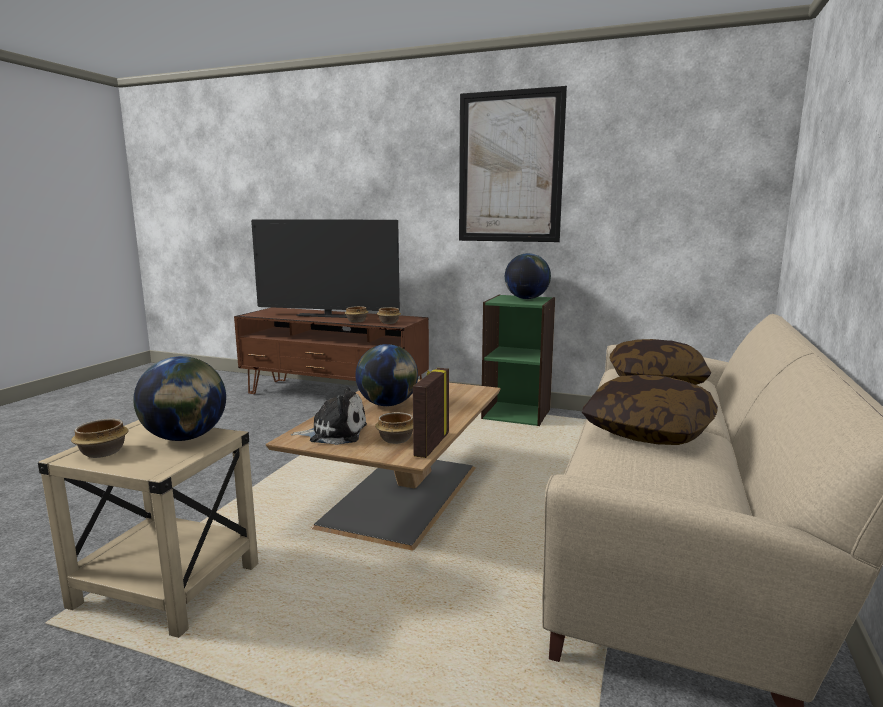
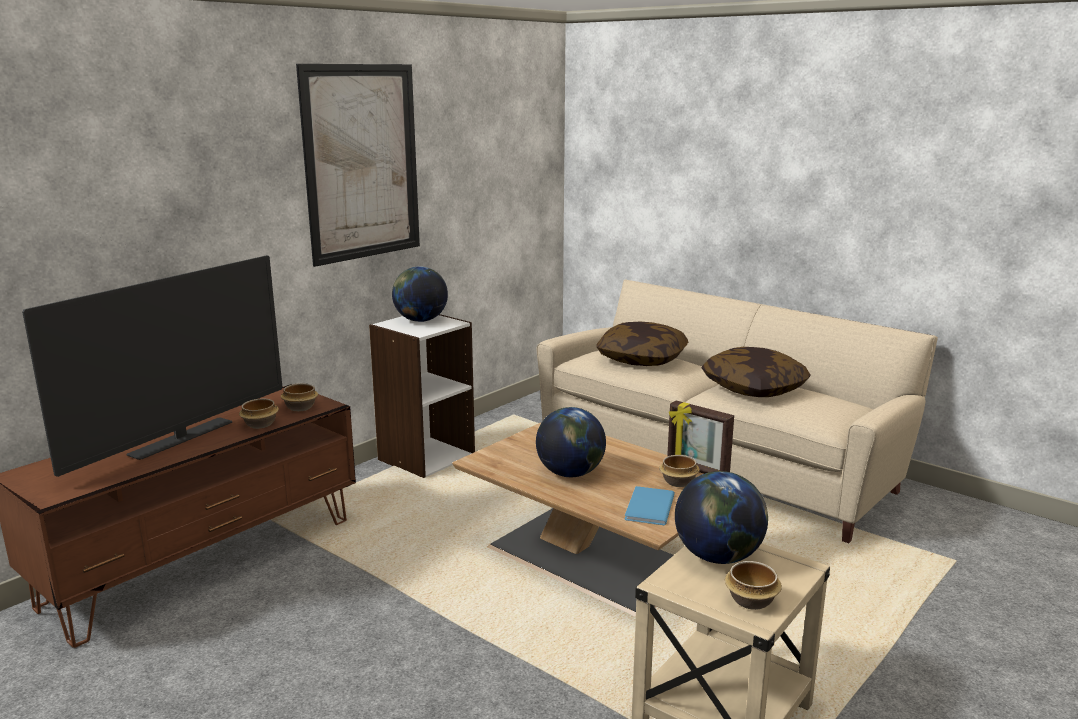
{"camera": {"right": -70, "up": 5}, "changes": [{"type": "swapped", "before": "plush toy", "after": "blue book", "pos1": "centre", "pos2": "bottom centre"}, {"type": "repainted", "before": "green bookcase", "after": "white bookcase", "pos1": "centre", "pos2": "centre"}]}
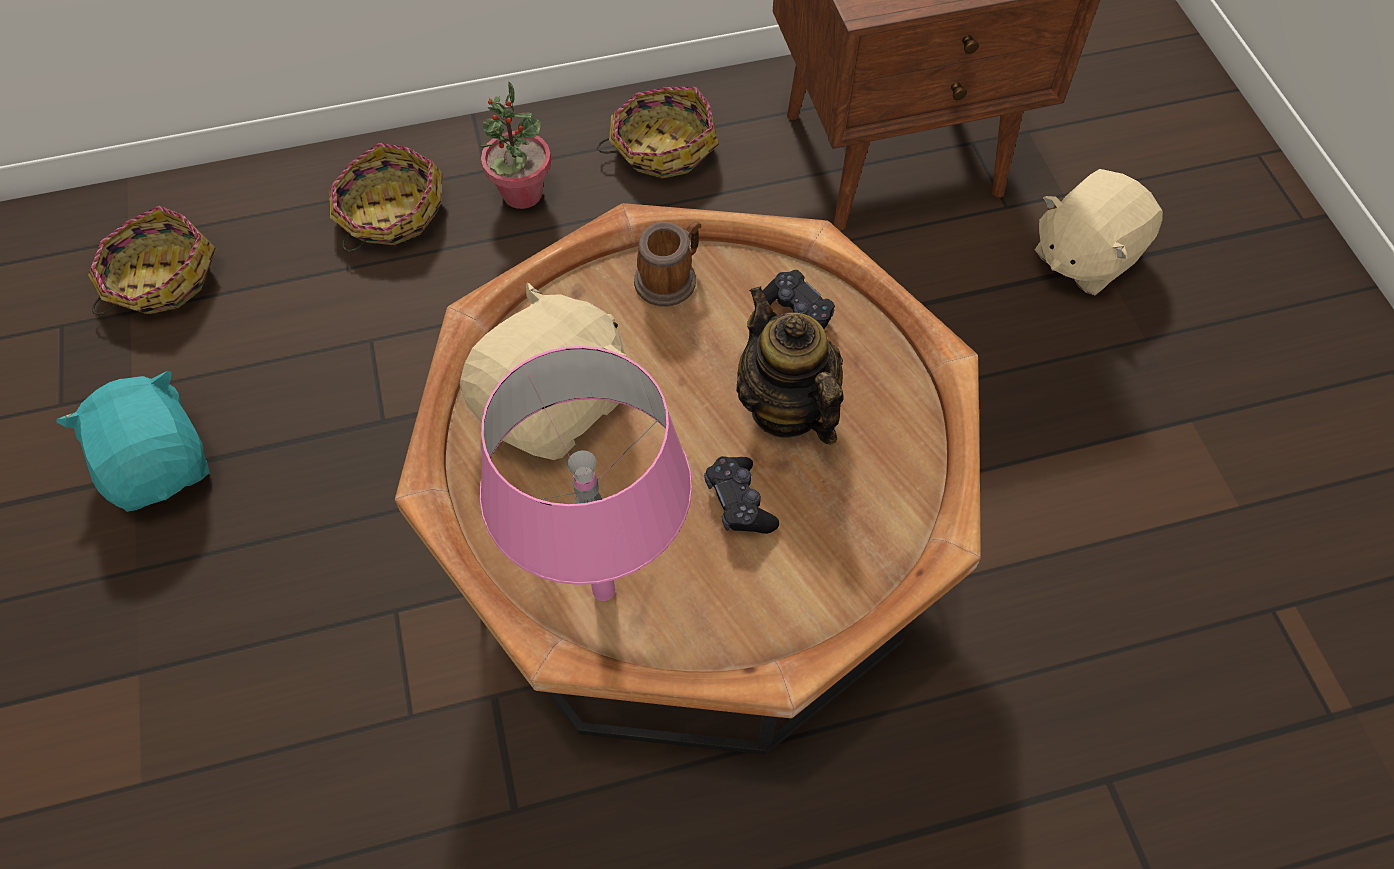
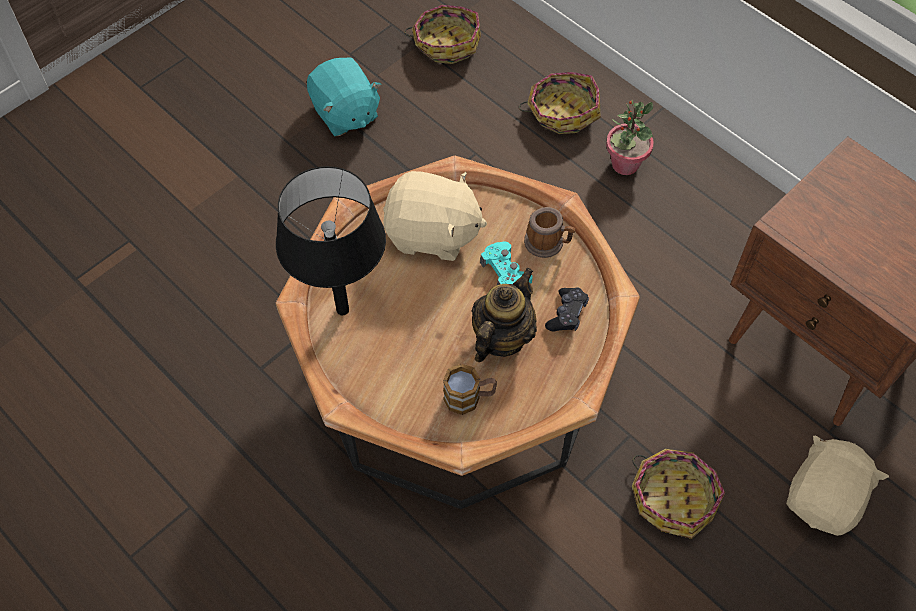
{"camera": {"right": 60, "up": 0}, "changes": [{"type": "gone", "before": "black game controller (no. 1 from left)", "pos1": "centre"}, {"type": "new", "after": "mug (no. 1 from left)", "pos2": "centre"}, {"type": "new", "after": "turquoise game controller", "pos2": "centre"}, {"type": "shifted", "before": "basket (no. 3 from left)", "pos1": "top centre", "pos2": "bottom right"}, {"type": "repainted", "before": "pink table lamp", "after": "black table lamp", "pos1": "centre", "pos2": "centre"}, {"type": "rotated", "before": "turquoise plush toy", "pos1": "middle left", "pos2": "top centre", "turn": 120}, {"type": "rotated", "before": "beige plush toy (no. 2 from left)", "pos1": "top right", "pos2": "bottom right", "turn": 105}]}
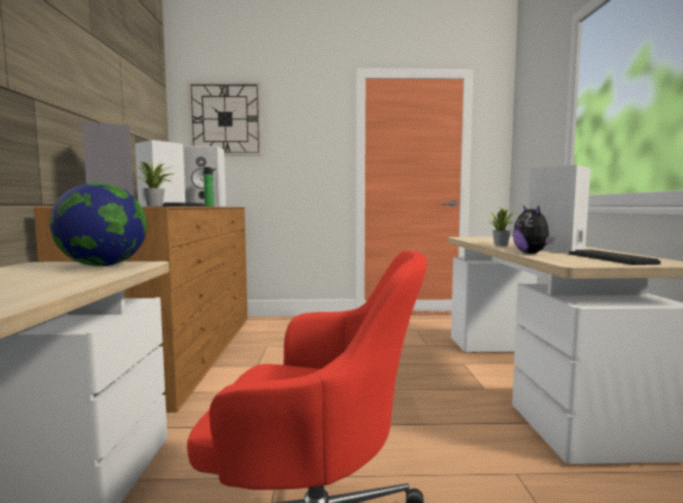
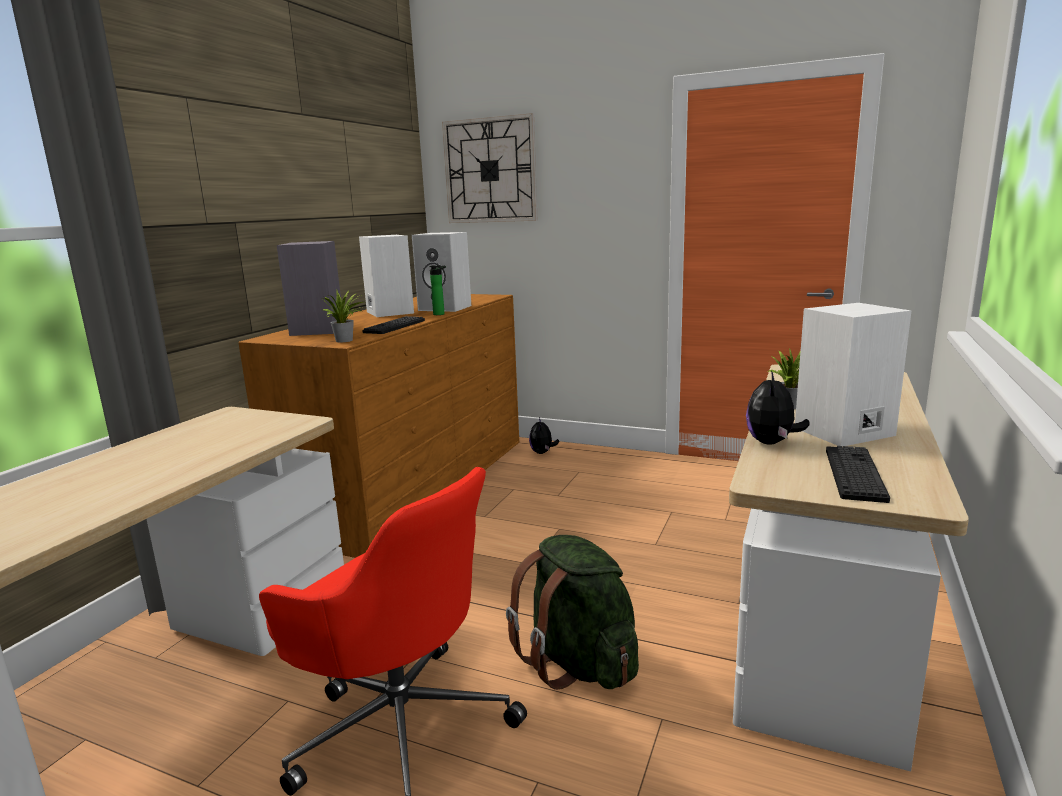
{"camera": {"right": 25, "up": 10}, "changes": [{"type": "gone", "before": "globe", "pos1": "middle left"}, {"type": "new", "after": "green backpack", "pos2": "bottom centre"}, {"type": "new", "after": "plush toy (no. 1 from left)", "pos2": "centre"}]}
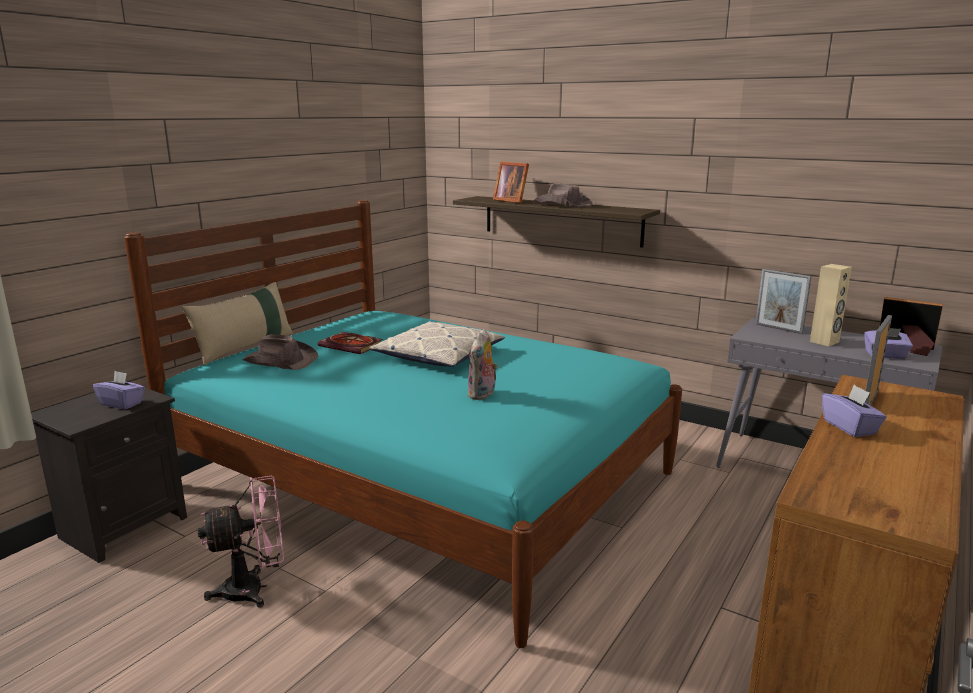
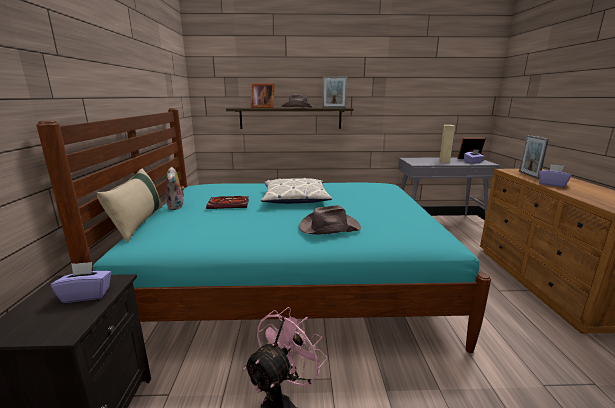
{"camera": {"right": -35, "up": 0}, "changes": [{"type": "shifted", "before": "brown hat (no. 1 from left in the first image)", "after": "brown hat (no. 2 from left)", "pos1": "middle left", "pos2": "centre"}, {"type": "shifted", "before": "plush toy", "pos1": "centre", "pos2": "middle left"}, {"type": "shifted", "before": "picture frame (no. 2 from left)", "pos1": "middle right", "pos2": "top centre"}]}
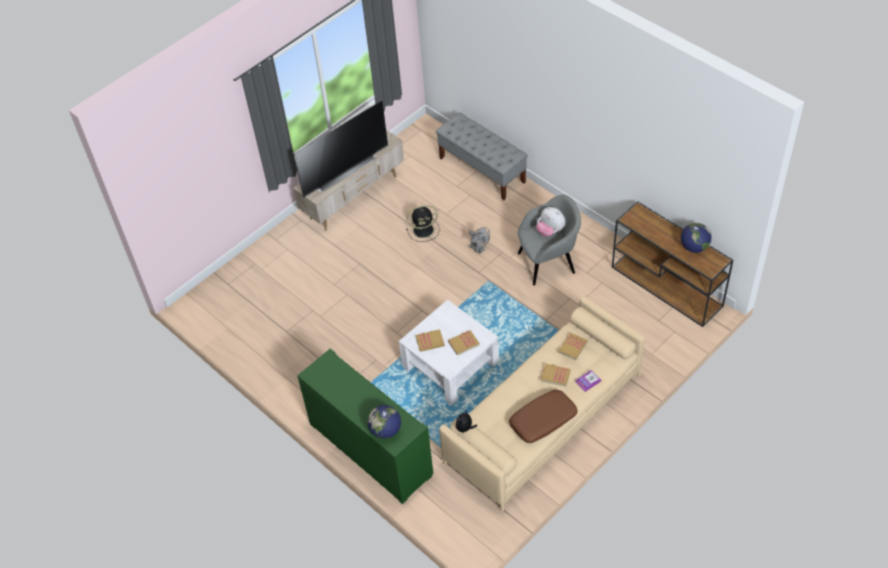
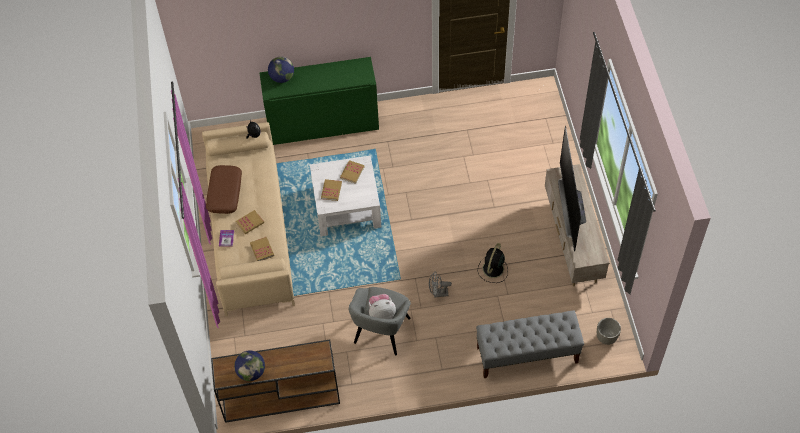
{"camera": {"right": 125, "up": 5}, "changes": [{"type": "new", "after": "grey planter", "pos2": "bottom right"}]}
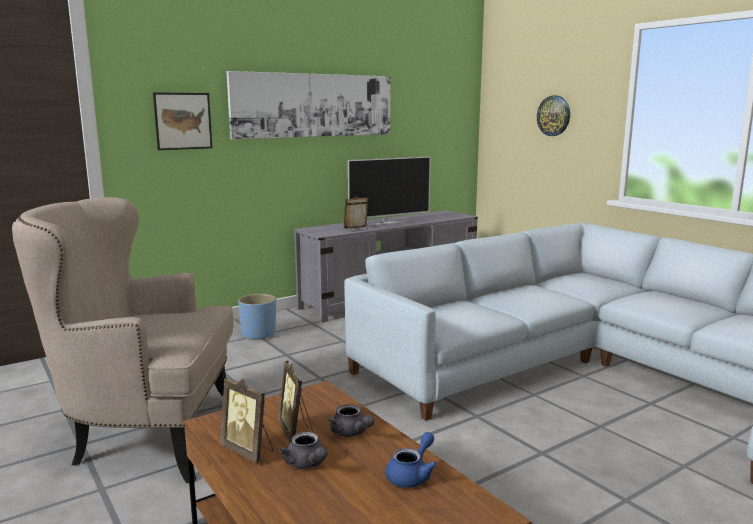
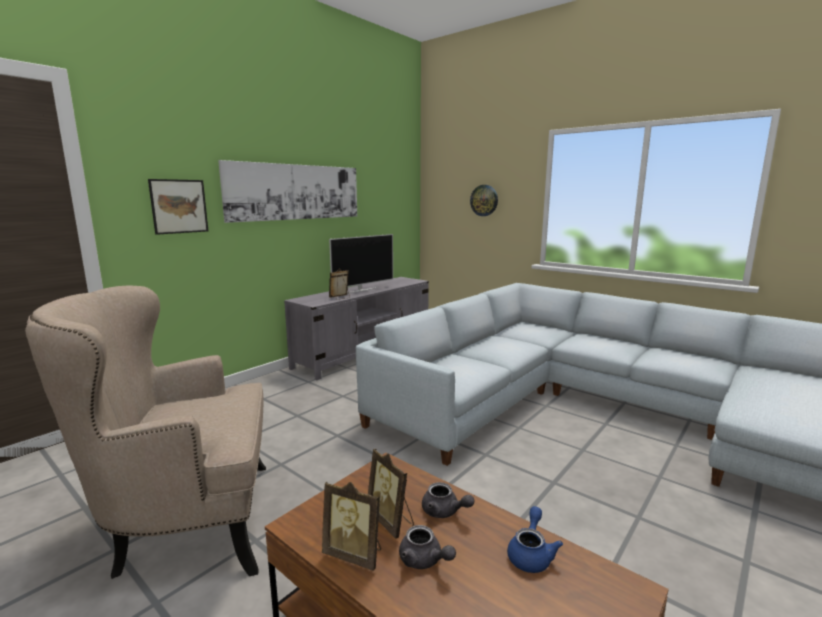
{"camera": {"right": -15, "up": 0}, "changes": [{"type": "gone", "before": "blue planter", "pos1": "centre"}]}
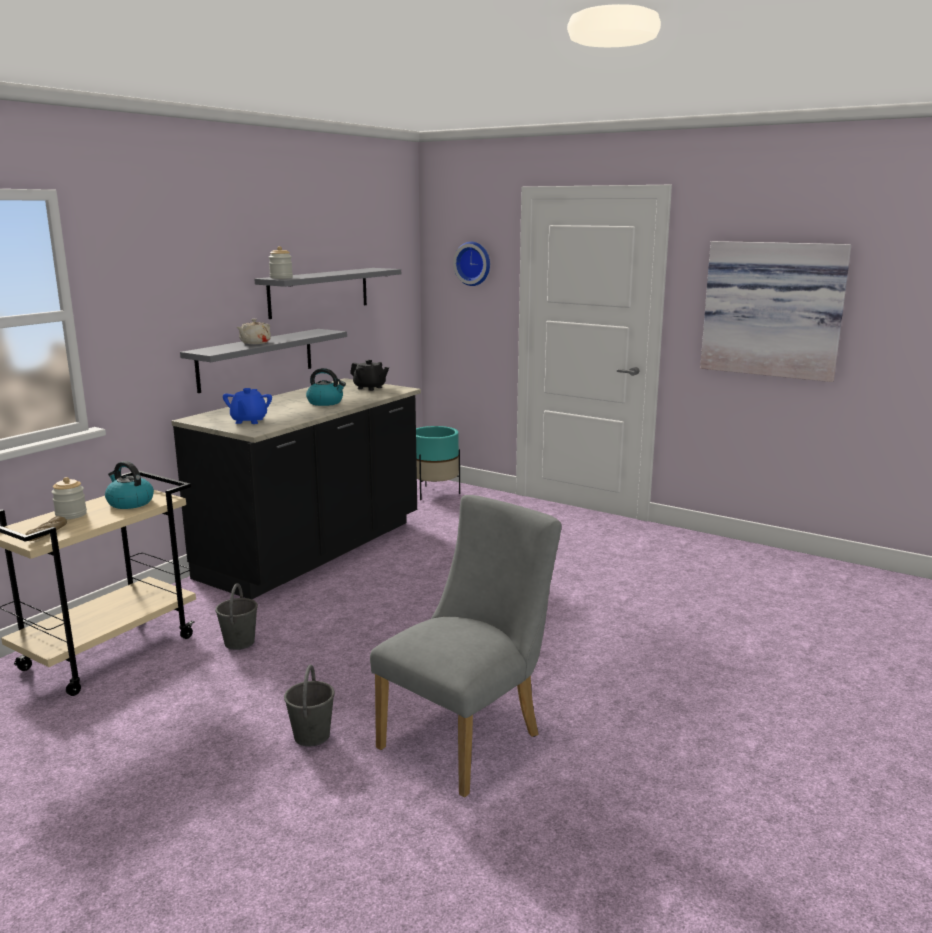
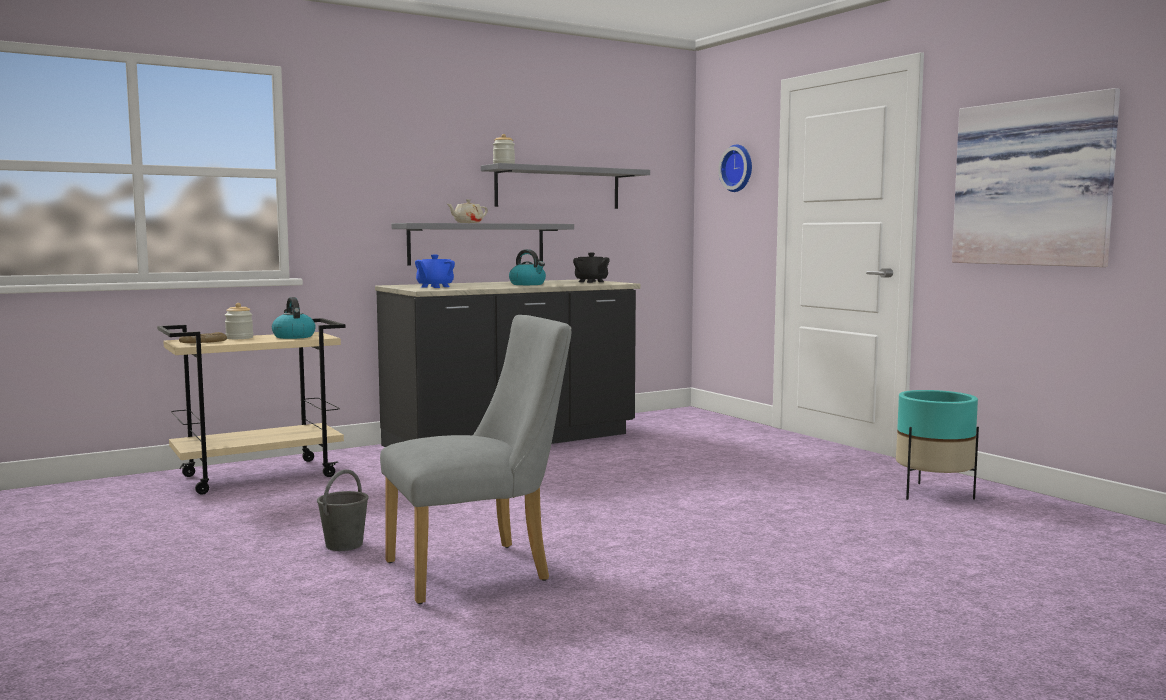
{"camera": {"right": 25, "up": -10}, "changes": [{"type": "gone", "before": "grey bucket (no. 1 from left)", "pos1": "middle left"}, {"type": "shifted", "before": "turquoise planter", "pos1": "centre", "pos2": "middle right"}]}
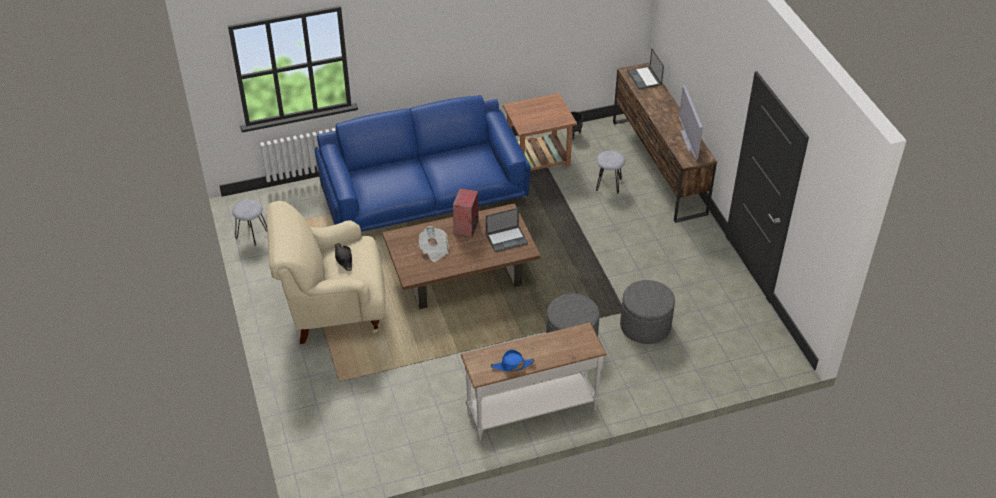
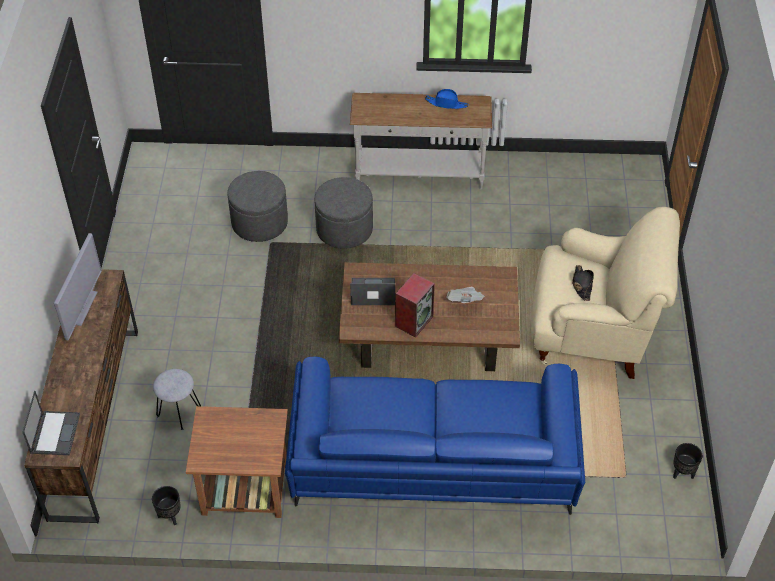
{"camera": {"right": -160, "up": 5}, "changes": [{"type": "swapped", "before": "grey stool (no. 1 from left)", "after": "black planter (no. 2 from left)", "pos1": "middle left", "pos2": "bottom right"}]}
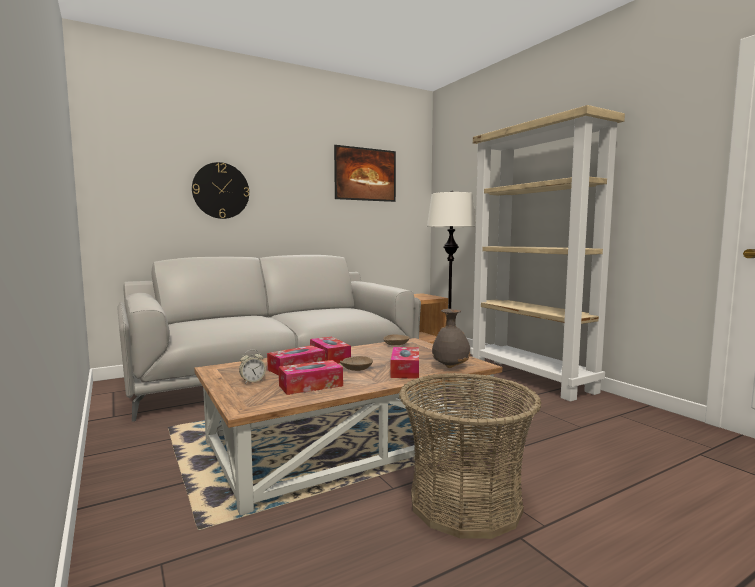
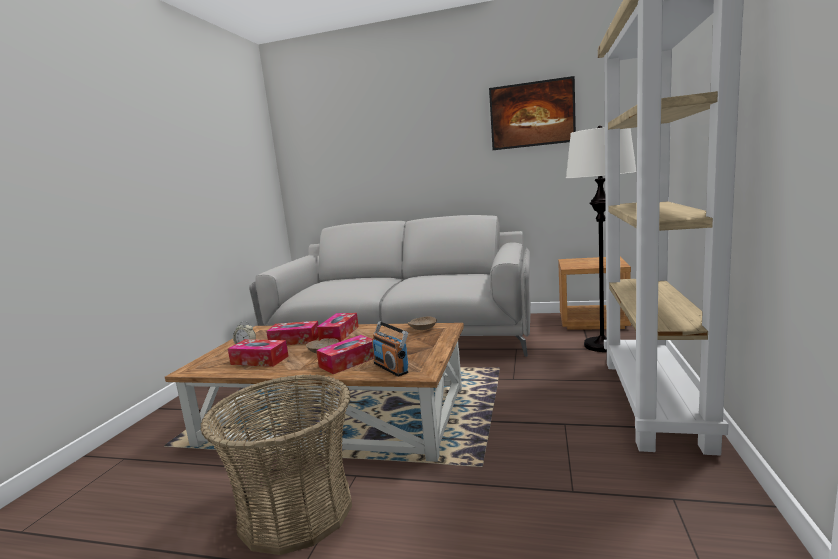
{"camera": {"right": 45, "up": 5}, "changes": [{"type": "gone", "before": "wall clock", "pos1": "top left"}, {"type": "swapped", "before": "grey vase", "after": "radio", "pos1": "centre", "pos2": "centre"}]}
